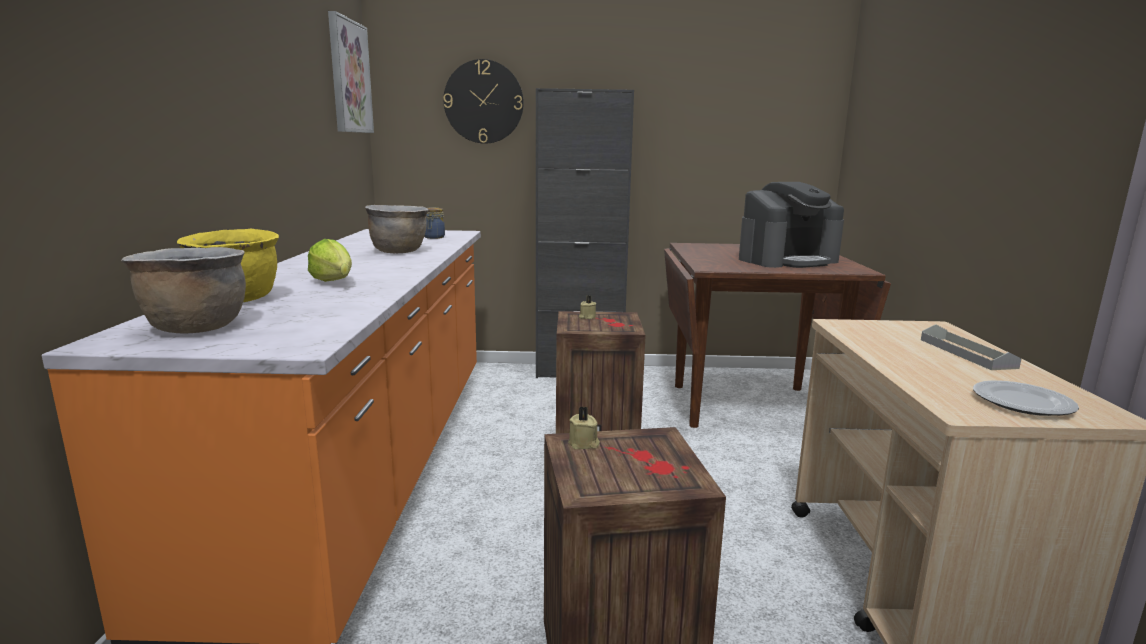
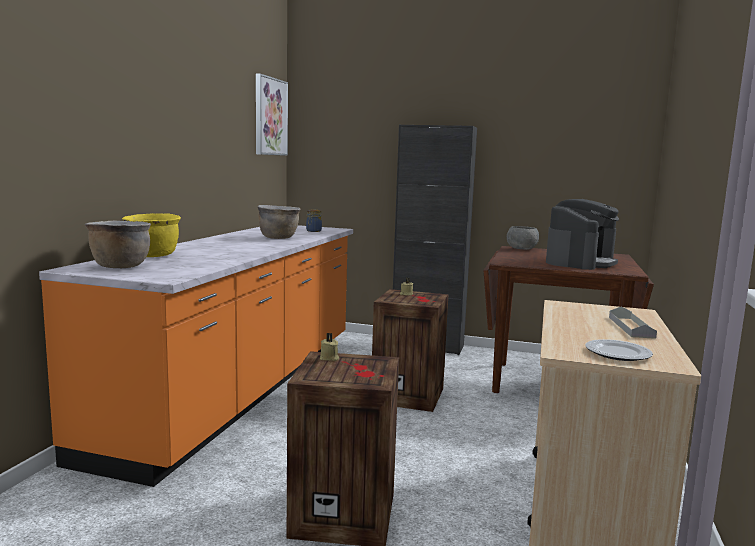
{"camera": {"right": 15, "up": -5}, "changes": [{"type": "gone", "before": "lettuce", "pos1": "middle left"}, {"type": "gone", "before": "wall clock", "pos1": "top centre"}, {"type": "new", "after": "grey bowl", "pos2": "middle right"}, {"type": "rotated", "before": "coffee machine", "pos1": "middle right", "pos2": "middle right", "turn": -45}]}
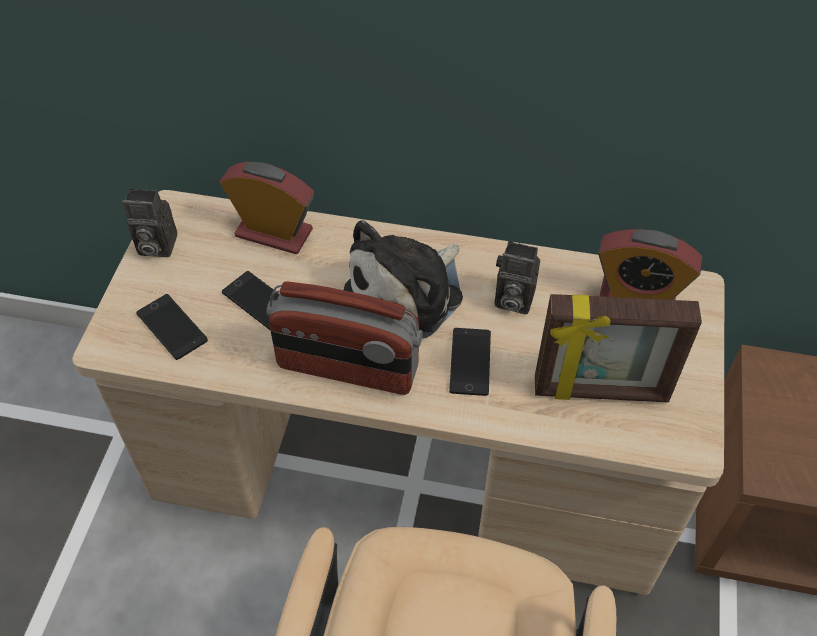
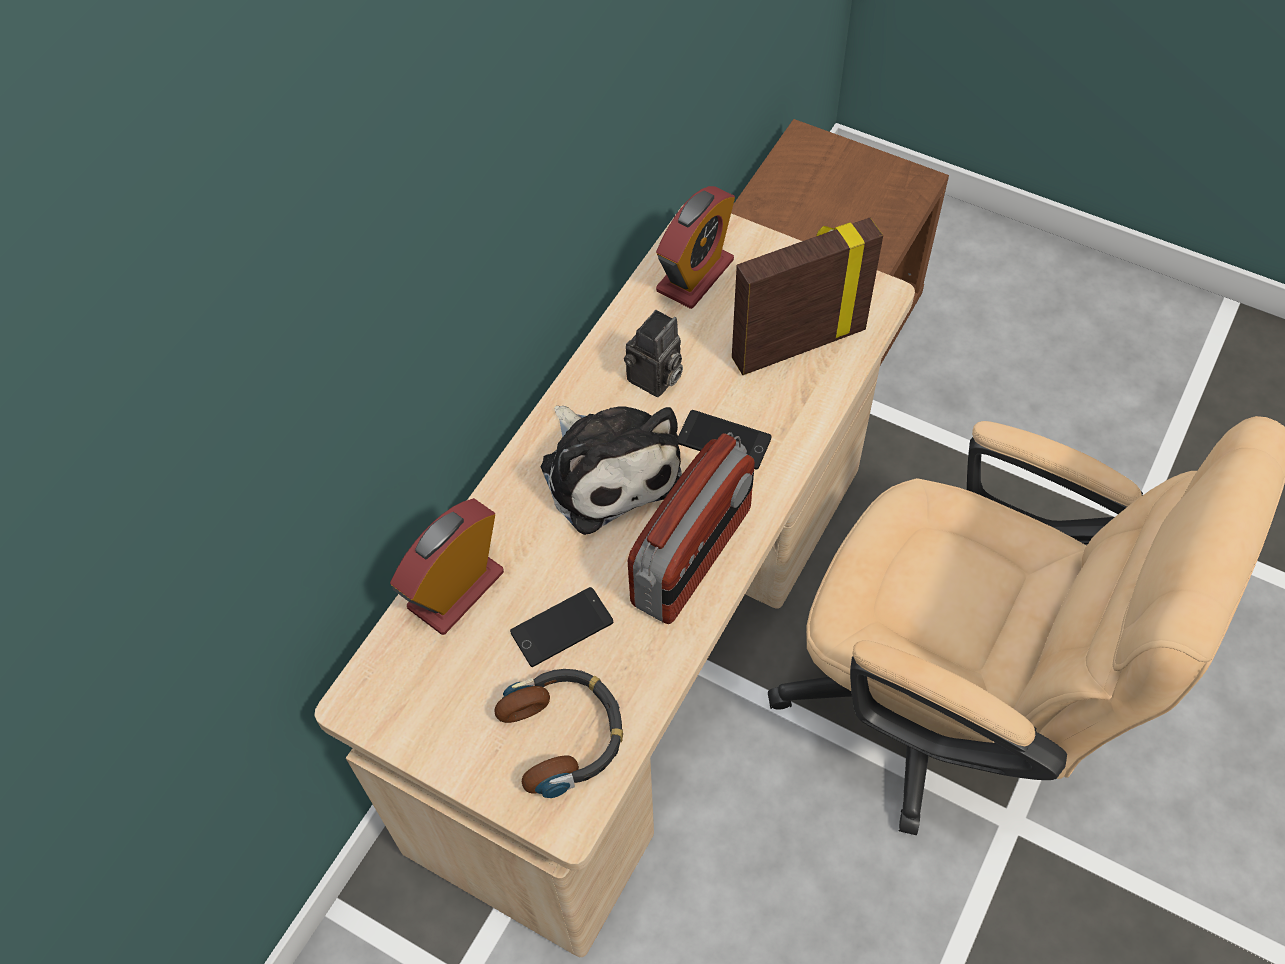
{"camera": {"right": -70, "up": 5}, "changes": [{"type": "gone", "before": "photo camera (no. 1 from left)", "pos1": "middle left"}, {"type": "swapped", "before": "phone (no. 1 from left)", "after": "headphones", "pos1": "middle left", "pos2": "bottom centre"}, {"type": "rotated", "before": "picture frame", "pos1": "middle right", "pos2": "top centre", "turn": -135}]}
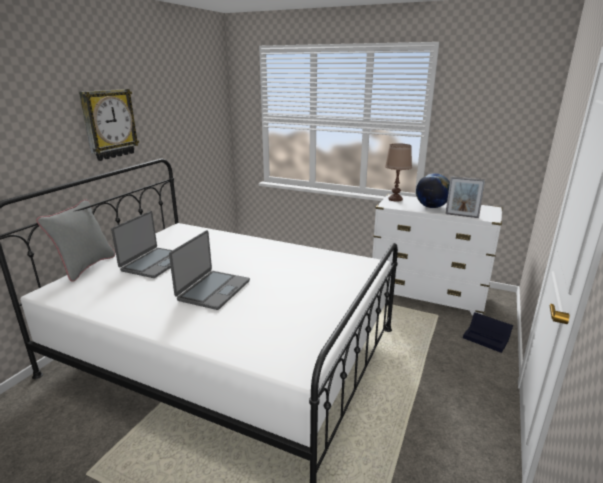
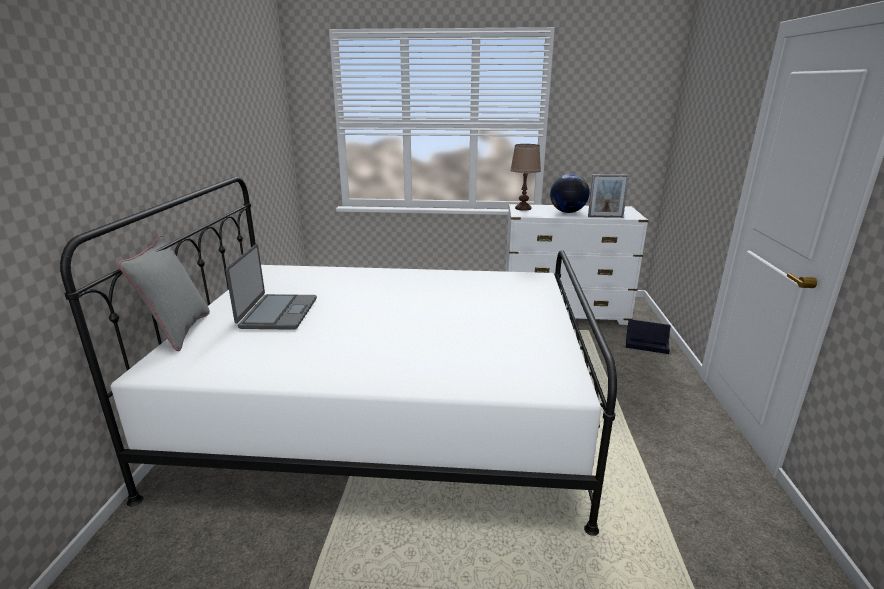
{"camera": {"right": -20, "up": 0}, "changes": [{"type": "gone", "before": "wall clock", "pos1": "top left"}, {"type": "gone", "before": "laptop (no. 2 from left)", "pos1": "centre"}]}
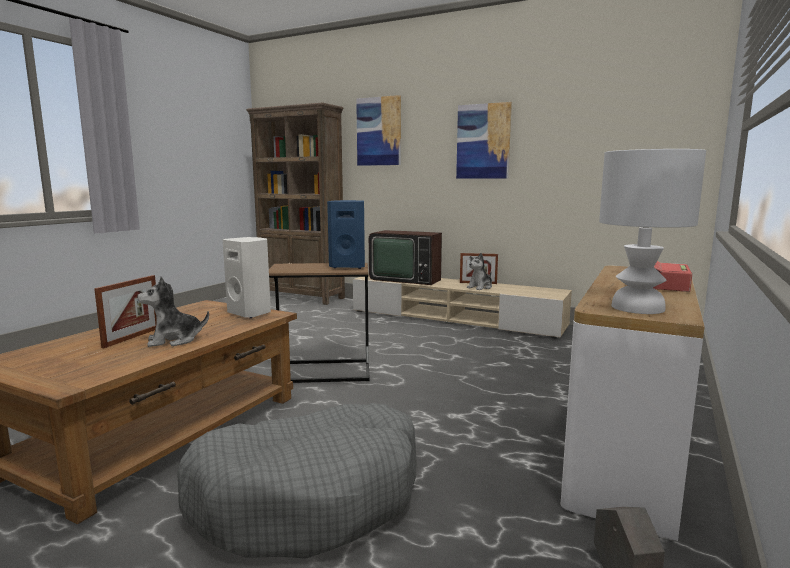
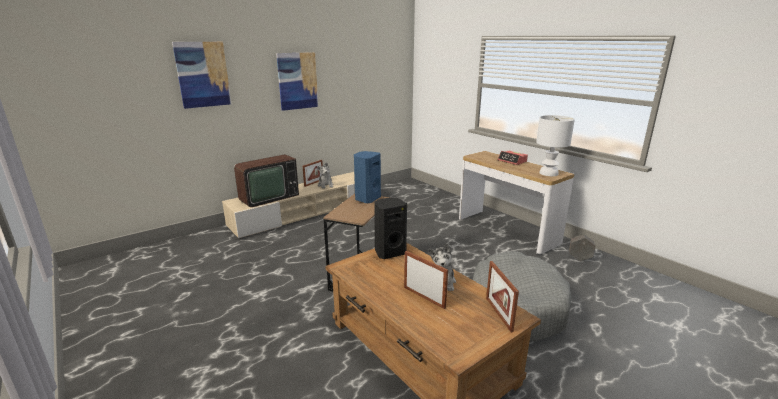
{"camera": {"right": -65, "up": 10}, "changes": [{"type": "gone", "before": "brown bookcase", "pos1": "centre"}, {"type": "new", "after": "picture frame (no. 3 from left)", "pos2": "bottom centre"}, {"type": "repainted", "before": "white speaker", "after": "black speaker", "pos1": "middle left", "pos2": "centre"}]}
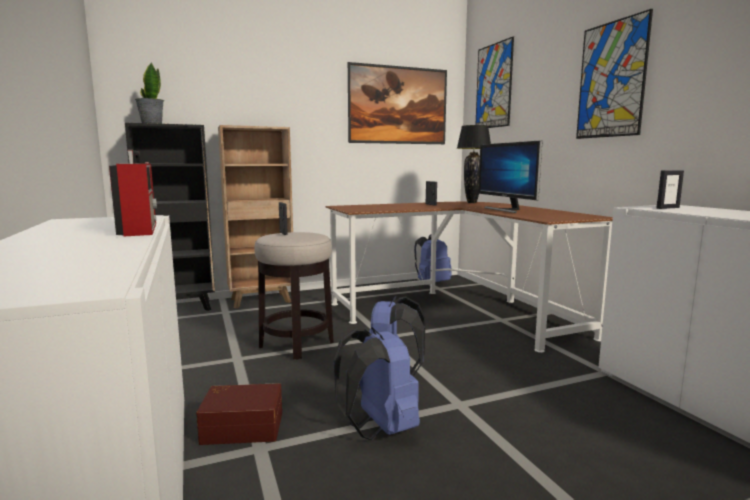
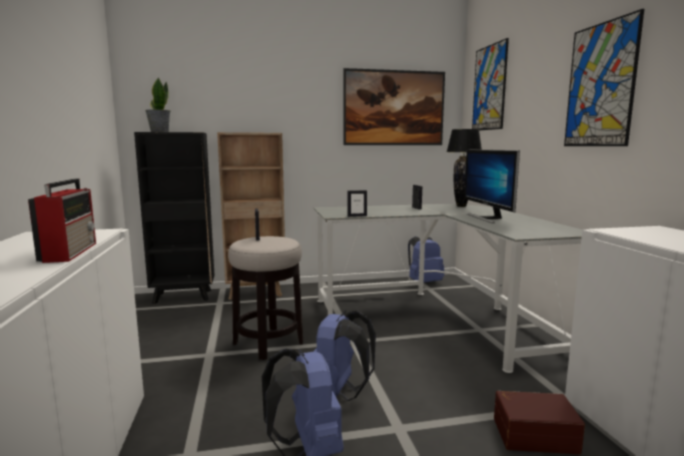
{"camera": {"right": 10, "up": 0}, "changes": [{"type": "shifted", "before": "brown storage box", "pos1": "bottom left", "pos2": "bottom right"}, {"type": "shifted", "before": "picture frame (no. 3 from left in the first image)", "after": "picture frame (no. 2 from left)", "pos1": "middle right", "pos2": "centre"}, {"type": "repainted", "before": "brown desk", "after": "grey desk", "pos1": "centre", "pos2": "centre"}]}
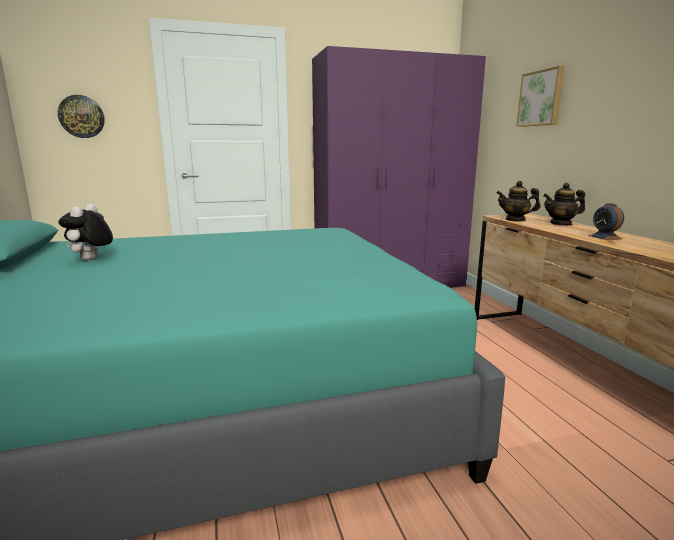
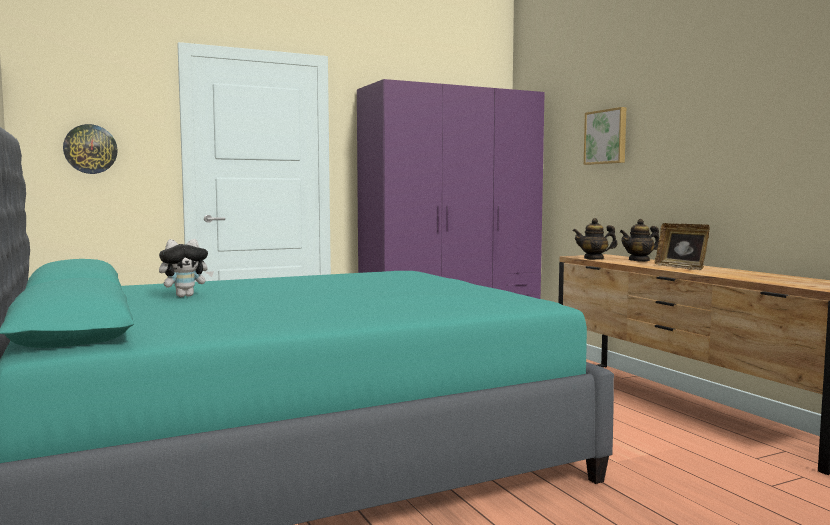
{"camera": {"right": -10, "up": -10}, "changes": [{"type": "swapped", "before": "alarm clock", "after": "picture frame", "pos1": "middle right", "pos2": "middle right"}, {"type": "rotated", "before": "plush toy", "pos1": "middle left", "pos2": "middle left", "turn": -120}]}
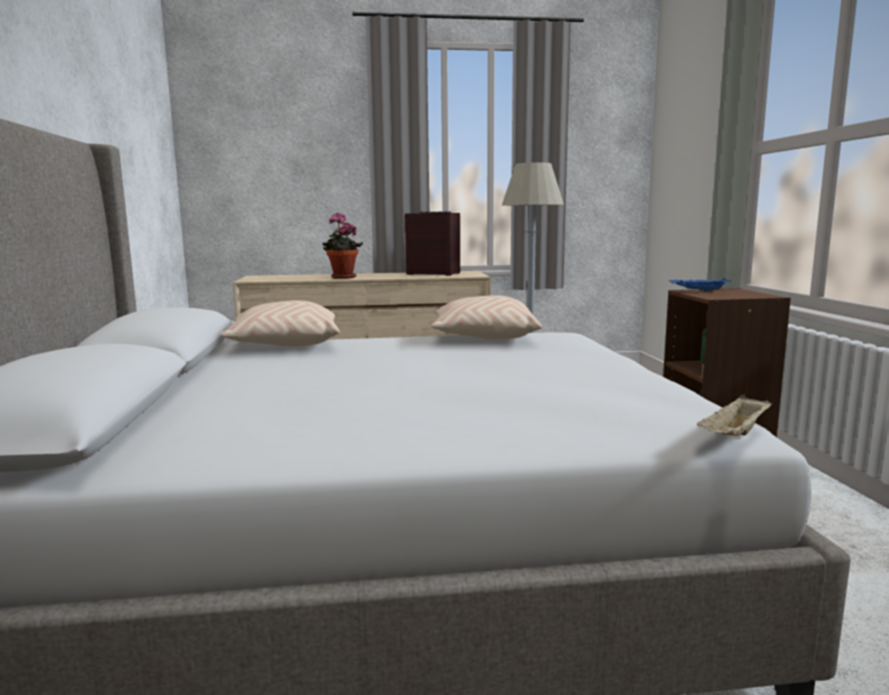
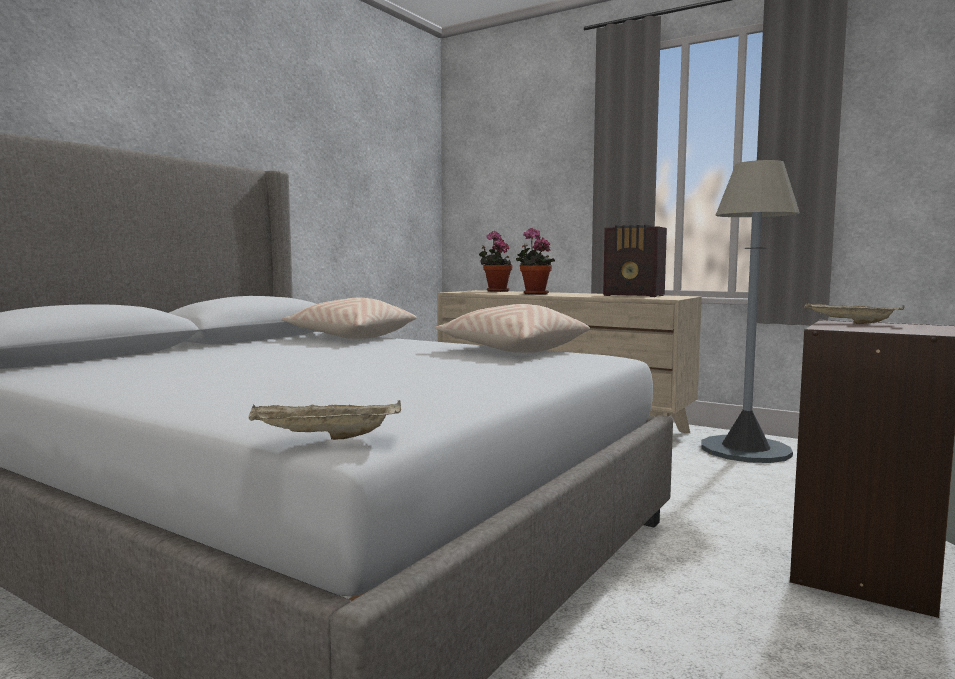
{"camera": {"right": 40, "up": -5}, "changes": [{"type": "new", "after": "potted plant (no. 1 from left)", "pos2": "centre"}, {"type": "repainted", "before": "blue tray", "after": "beige tray (no. 2 from left)", "pos1": "middle right", "pos2": "middle right"}, {"type": "rotated", "before": "radio", "pos1": "centre", "pos2": "centre", "turn": 150}]}
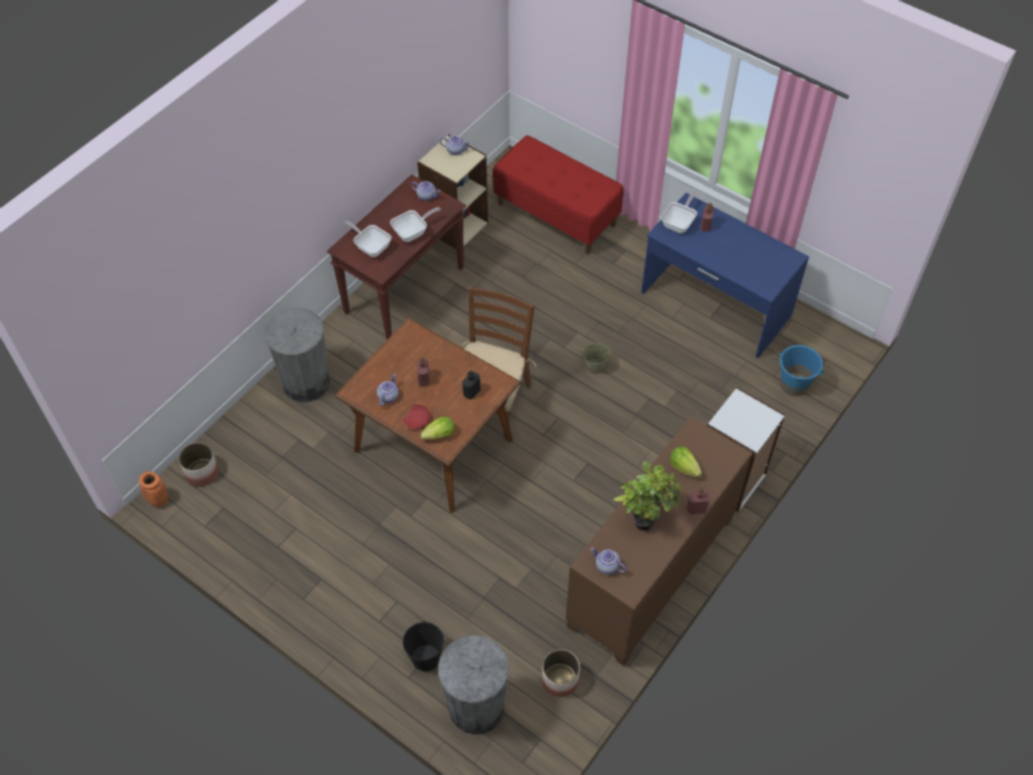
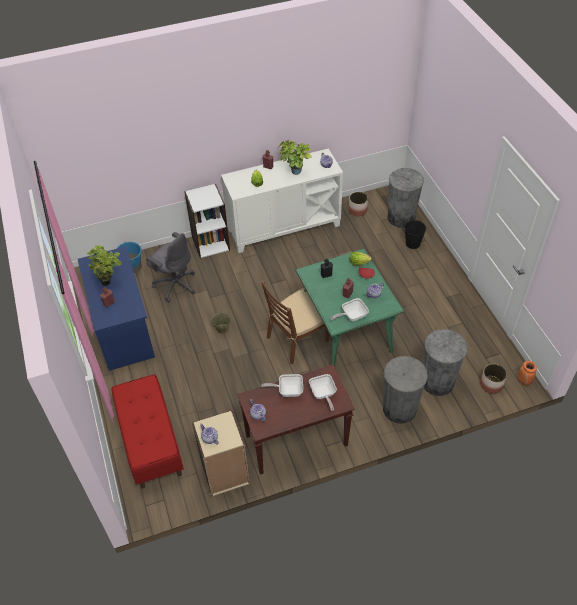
{"camera": {"right": -145, "up": -5}, "changes": [{"type": "new", "after": "potted plant (no. 1 from left)", "pos2": "middle left"}, {"type": "new", "after": "grey office chair", "pos2": "middle left"}, {"type": "new", "after": "grey trash can (no. 3 from left)", "pos2": "middle right"}, {"type": "shifted", "before": "frying pan (no. 3 from left)", "pos1": "top centre", "pos2": "centre"}, {"type": "repainted", "before": "brown dining table", "after": "green dining table", "pos1": "centre", "pos2": "centre"}, {"type": "repainted", "before": "brown cabinet", "after": "white cabinet", "pos1": "bottom centre", "pos2": "top centre"}]}
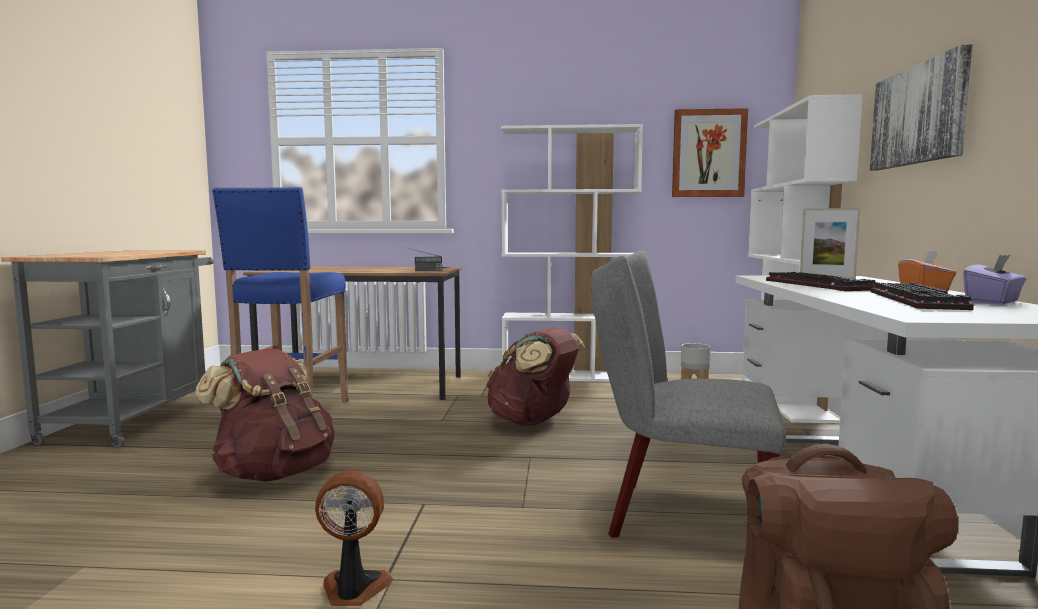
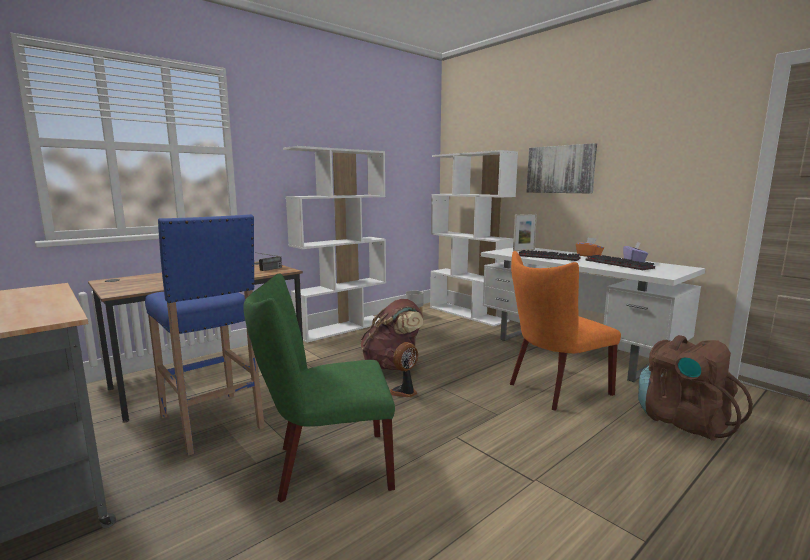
{"camera": {"right": -45, "up": 5}, "changes": [{"type": "gone", "before": "picture (no. 1 from left)", "pos1": "top right"}, {"type": "shifted", "before": "fan", "pos1": "bottom centre", "pos2": "centre"}, {"type": "swapped", "before": "brown backpack (no. 1 from left)", "after": "green chair", "pos1": "bottom left", "pos2": "bottom centre"}, {"type": "repainted", "before": "grey chair", "after": "orange chair", "pos1": "centre", "pos2": "middle right"}]}
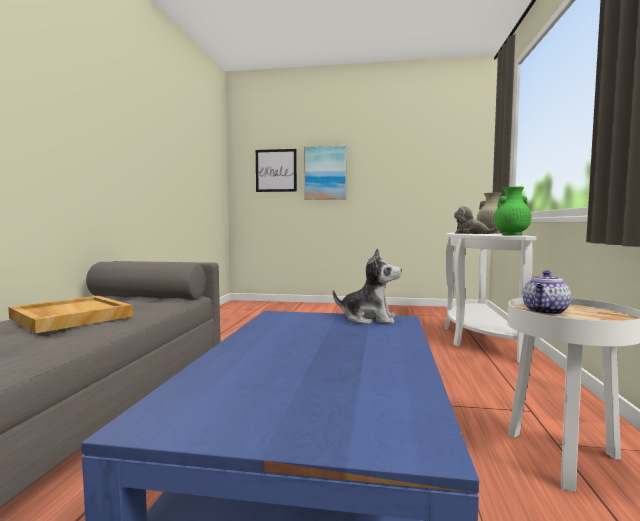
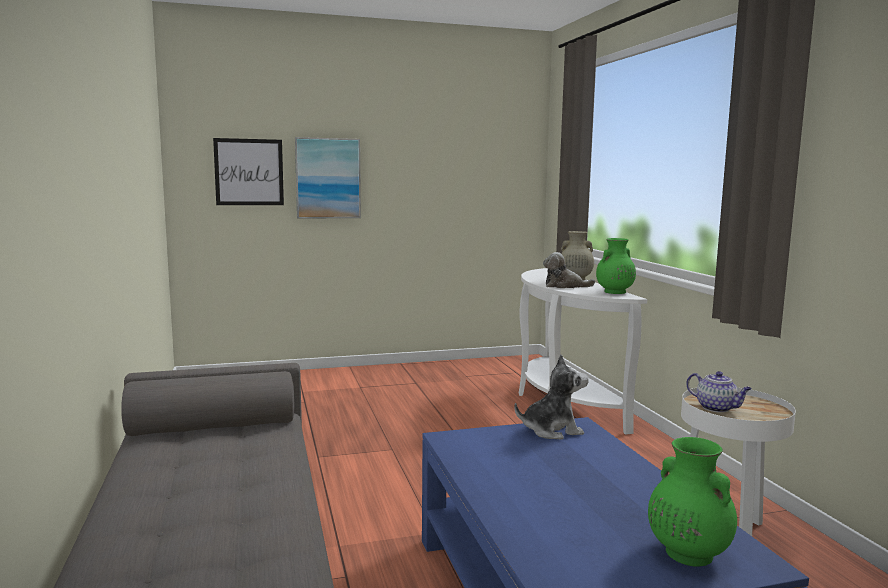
{"camera": {"right": -25, "up": 5}, "changes": [{"type": "gone", "before": "beige tray", "pos1": "middle left"}, {"type": "new", "after": "green vase (no. 2 from left)", "pos2": "bottom right"}, {"type": "rotated", "before": "teapot", "pos1": "middle right", "pos2": "middle right", "turn": -60}]}
